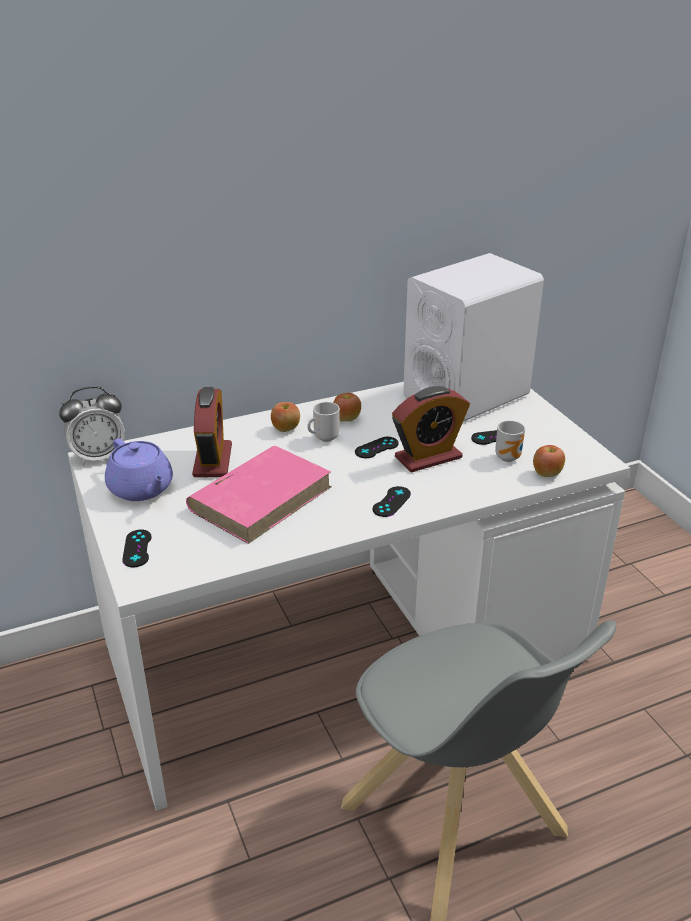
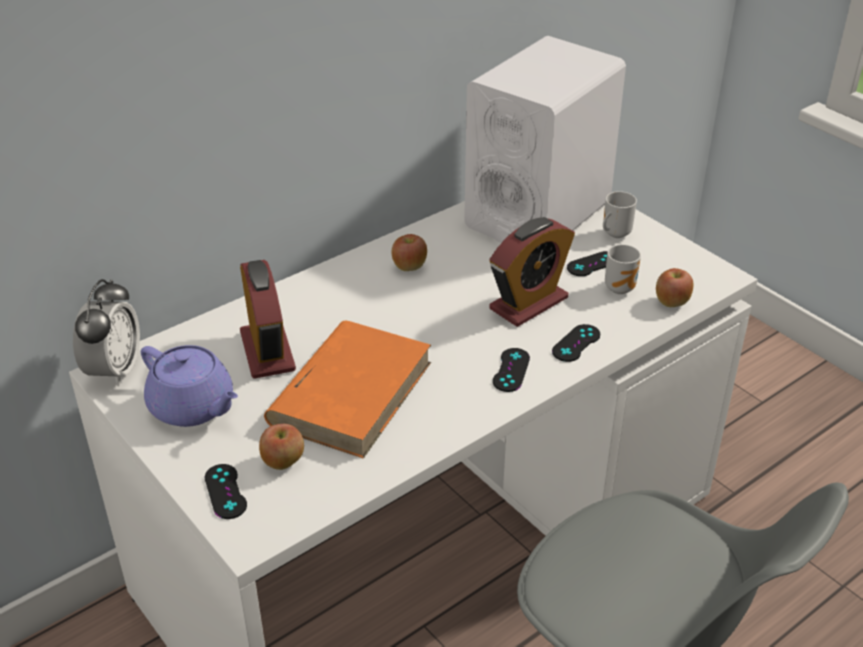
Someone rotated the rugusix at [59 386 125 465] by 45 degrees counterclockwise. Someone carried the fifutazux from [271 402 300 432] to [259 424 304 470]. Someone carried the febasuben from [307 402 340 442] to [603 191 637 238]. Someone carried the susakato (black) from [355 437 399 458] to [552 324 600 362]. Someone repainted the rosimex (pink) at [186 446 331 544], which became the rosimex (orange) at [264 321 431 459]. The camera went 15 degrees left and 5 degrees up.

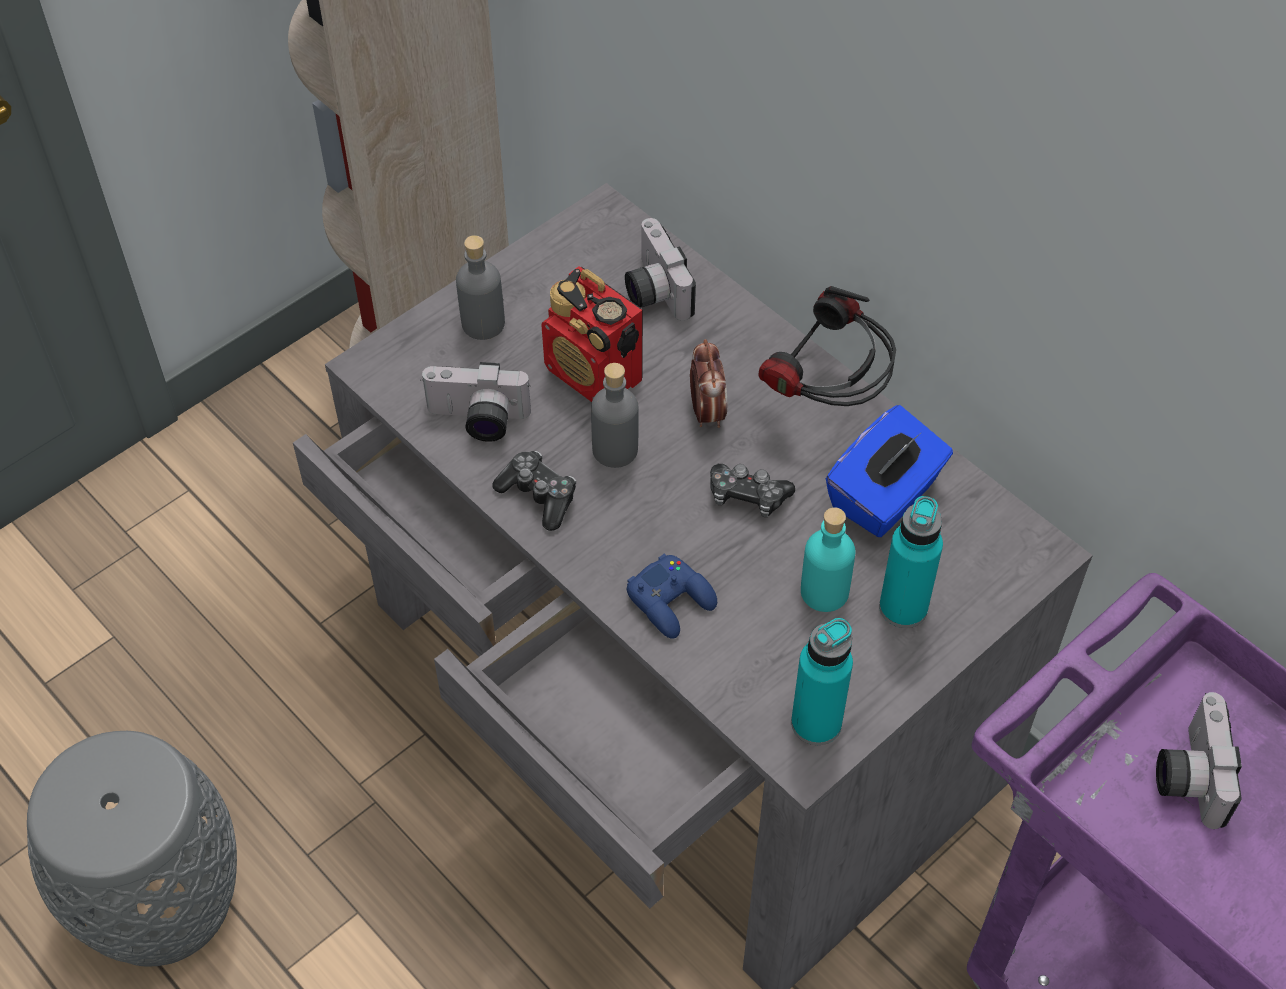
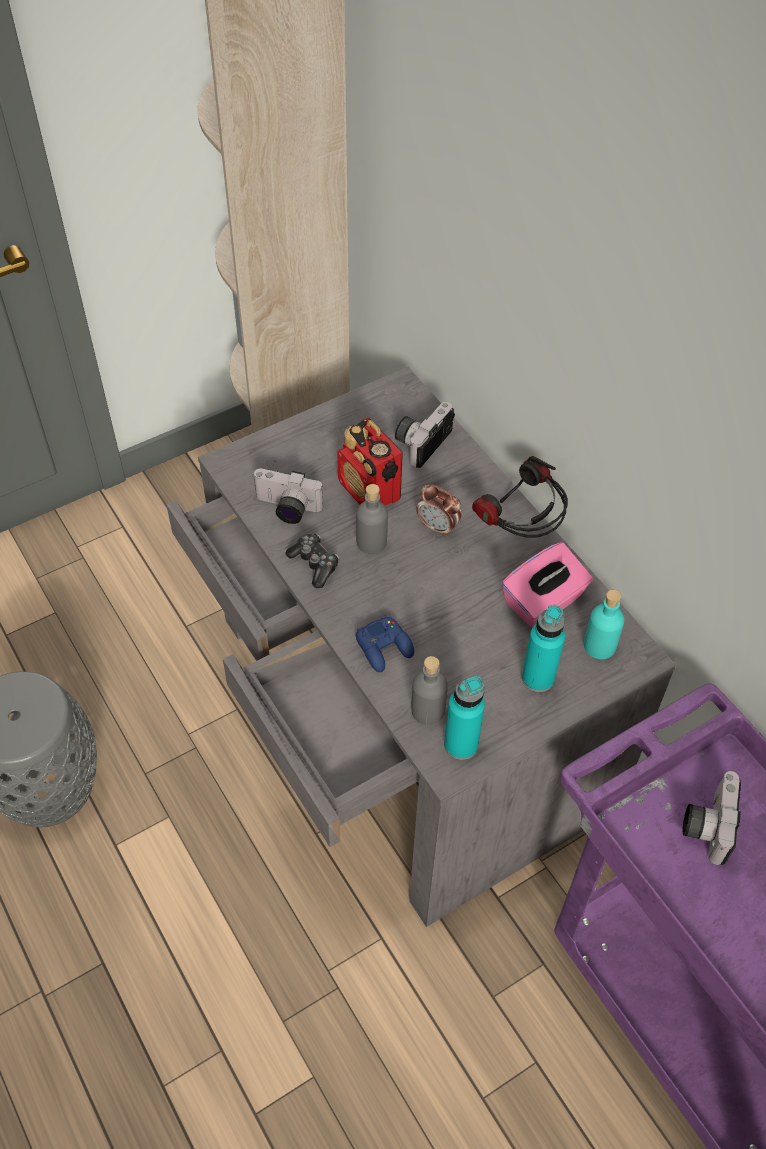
Someone rotated the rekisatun at [625 218 696 320] by 45 degrees clockwise. Someone carried the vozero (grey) from [456 235 505 340] to [411 656 448 725]. Someone rotated the rugusix at [690 339 727 428] by 120 degrees clockwise. Someone repainted the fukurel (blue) at [826 405 953 537], which became the fukurel (pink) at [501 542 593 628]. Someone took away the susakato at [710 464 795 517]. Someone carried the vozero (turquoise) from [801 507 855 612] to [584 590 624 659]. The camera went 10 degrees right and 0 degrees up.

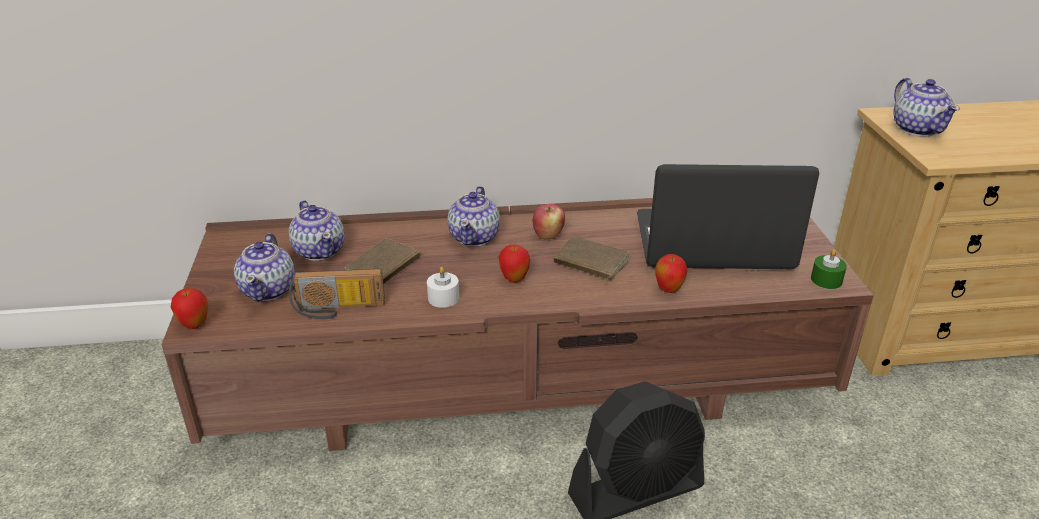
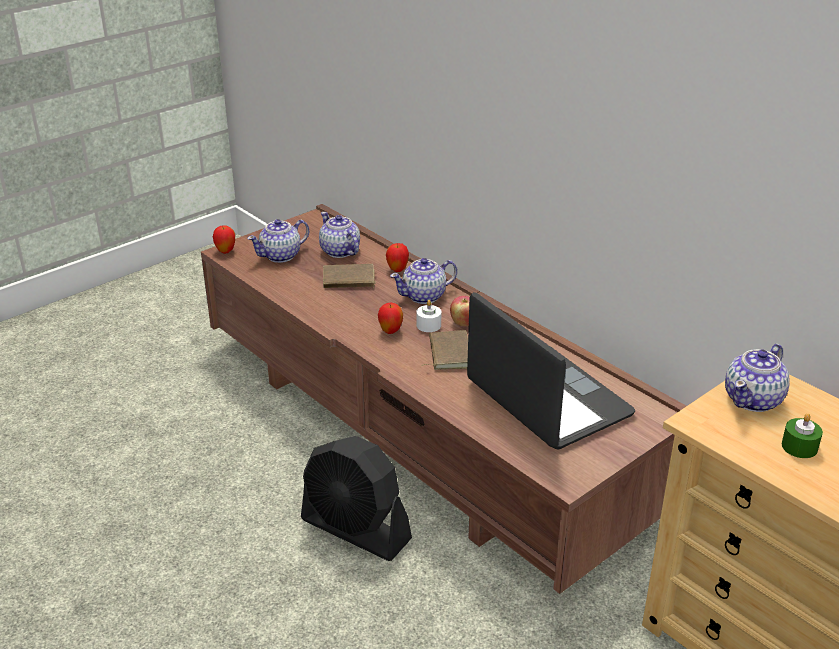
Someone rotated the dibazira at [289 200 345 261] by 120 degrees clockwise. Someone carried the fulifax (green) from [811 249 847 289] to [782 414 823 458]. Someone carried the fifutazux from [655 254 687 293] to [386 243 409 272]. Someone carried the fulifax (white) from [427 267 459 308] to [416 300 441 332]. Someone took away the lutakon at [289 269 385 319]. The camera went 55 degrees right and 0 degrees up.

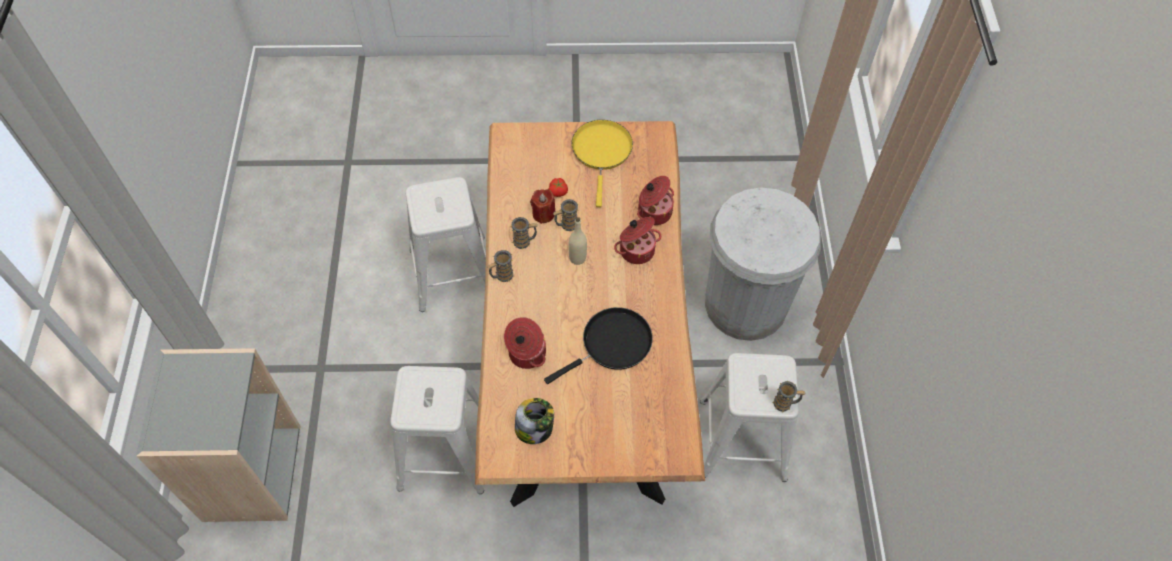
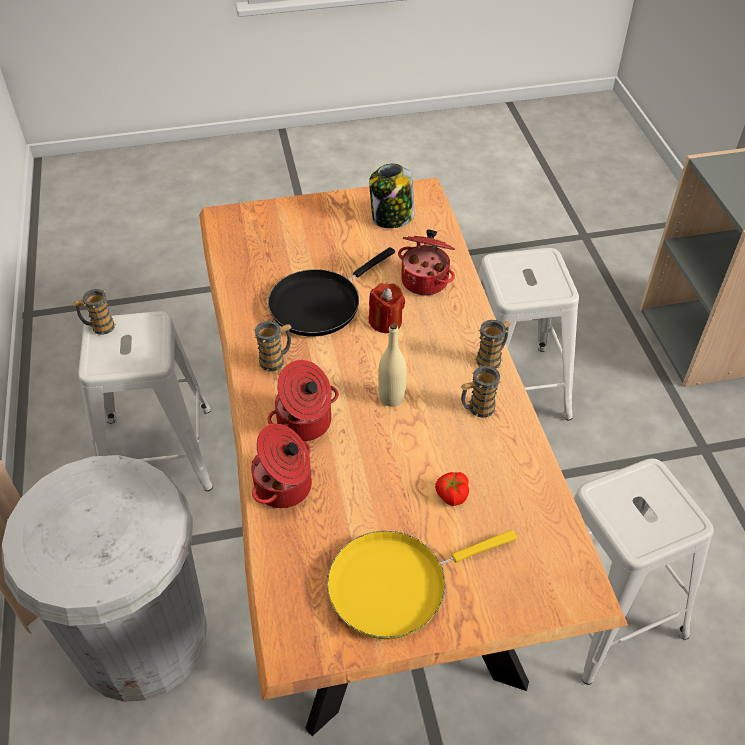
Someone rotated the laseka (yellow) at [571 120 633 207] by 75 degrees clockwise. Someone carried the fulifax (red) from [530 189 555 224] to [369 283 405 333]. Someone carried the febasuben from [553 199 579 231] to [253 321 292 371]. The camera went 170 degrees right and 10 degrees down.

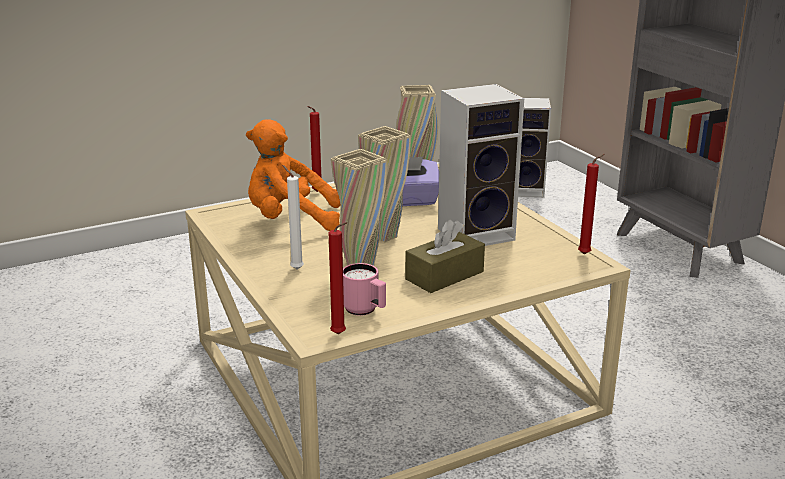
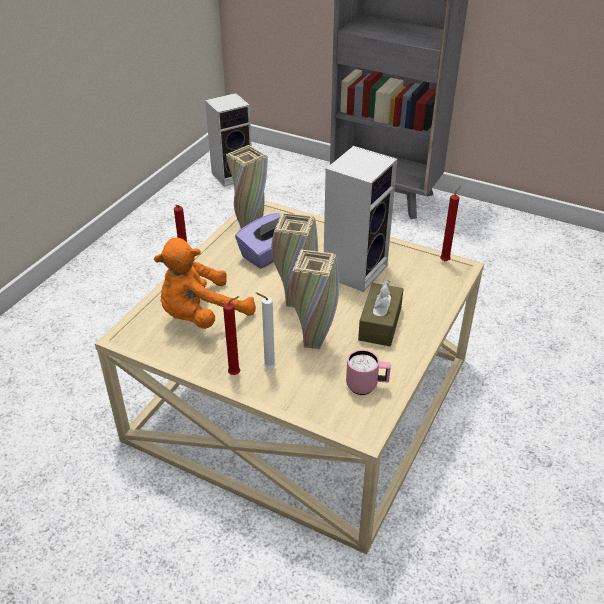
Someone carried the fulifax (red) from [329 222 347 334] to [223 296 240 375]. The camera went 35 degrees left and 15 degrees up.

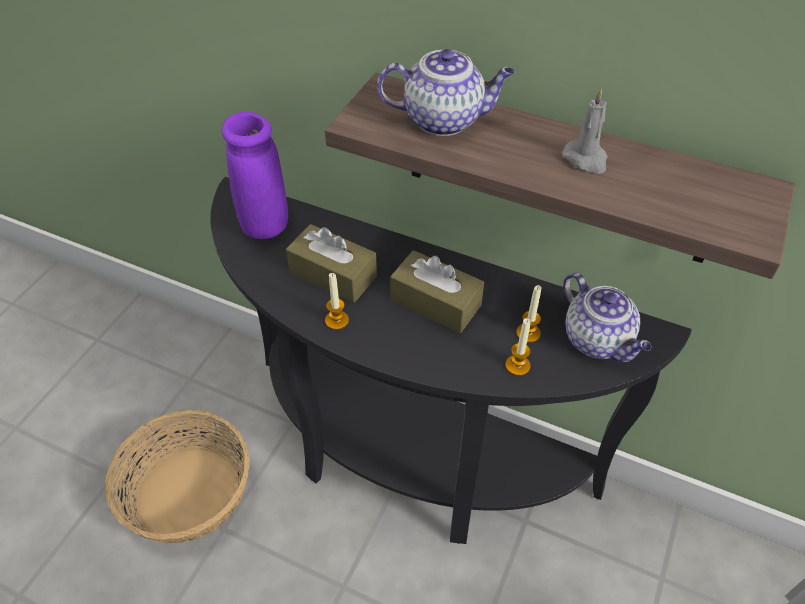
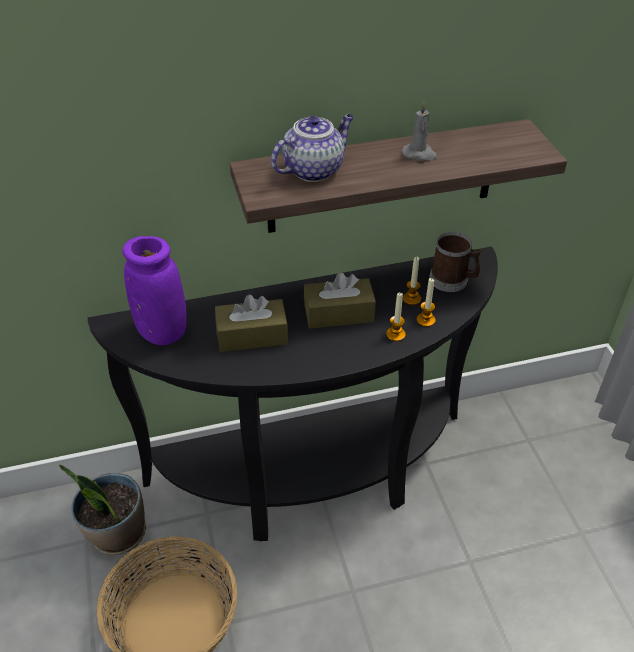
Someone carried the fulifax from [325 273 349 330] to [386 293 406 341]. Someone swapped the dibazira at [563 273 652 362] for the febasuben at [429 232 482 292]. Someone put down the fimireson at [59 464 146 555]. The camera went 40 degrees left and 5 degrees down.

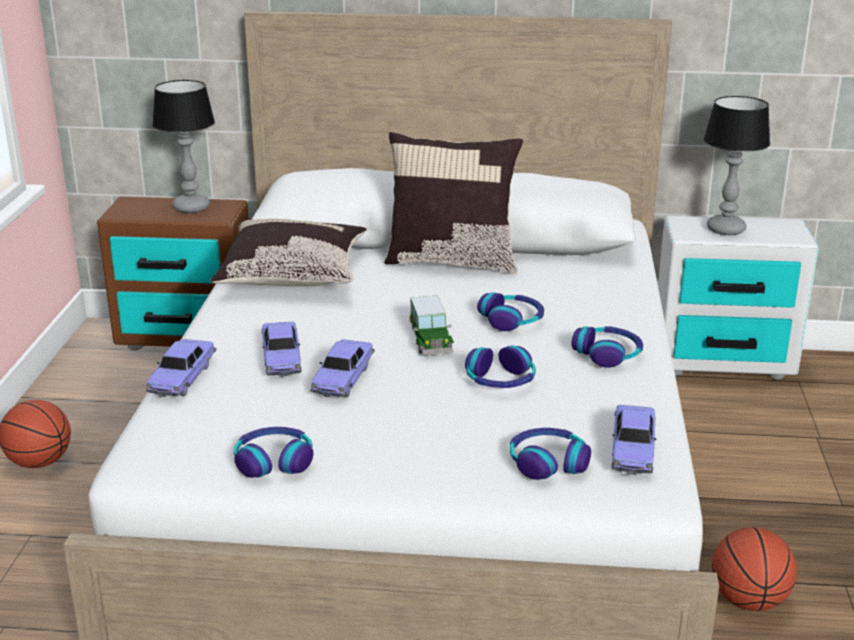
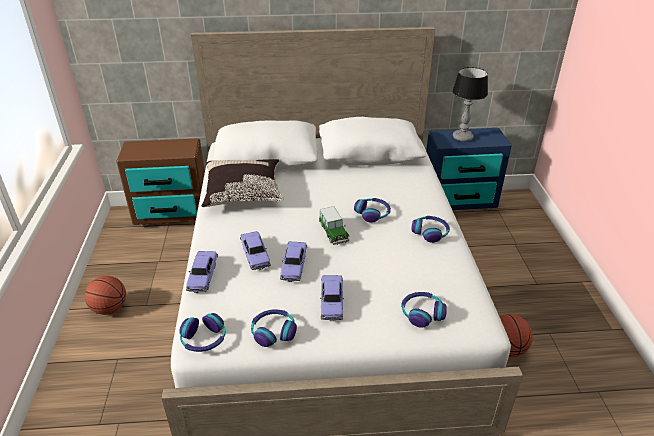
Someone took away the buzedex at [152 80 215 213]. Someone took away the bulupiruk at [384 132 523 274]. Someone repainted the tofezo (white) at [658 216 819 380], which became the tofezo (blue) at [426 128 512 210]. Someone carried the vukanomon from [465 345 536 388] to [179 313 226 352]. Someone carried the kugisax from [612 405 656 475] to [320 275 344 321]. The camera went 10 degrees left and 10 degrees up.

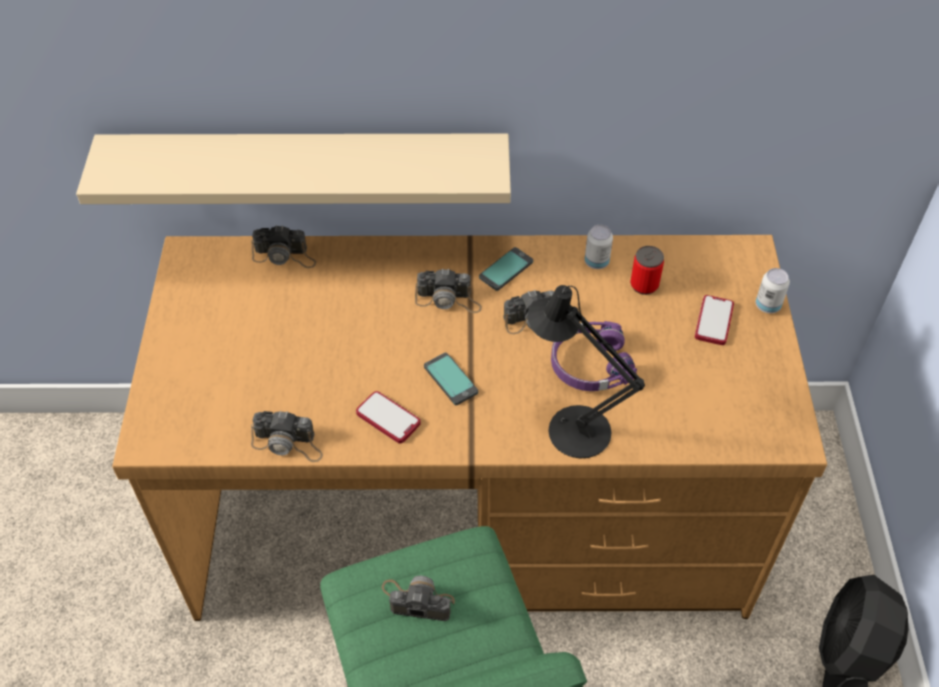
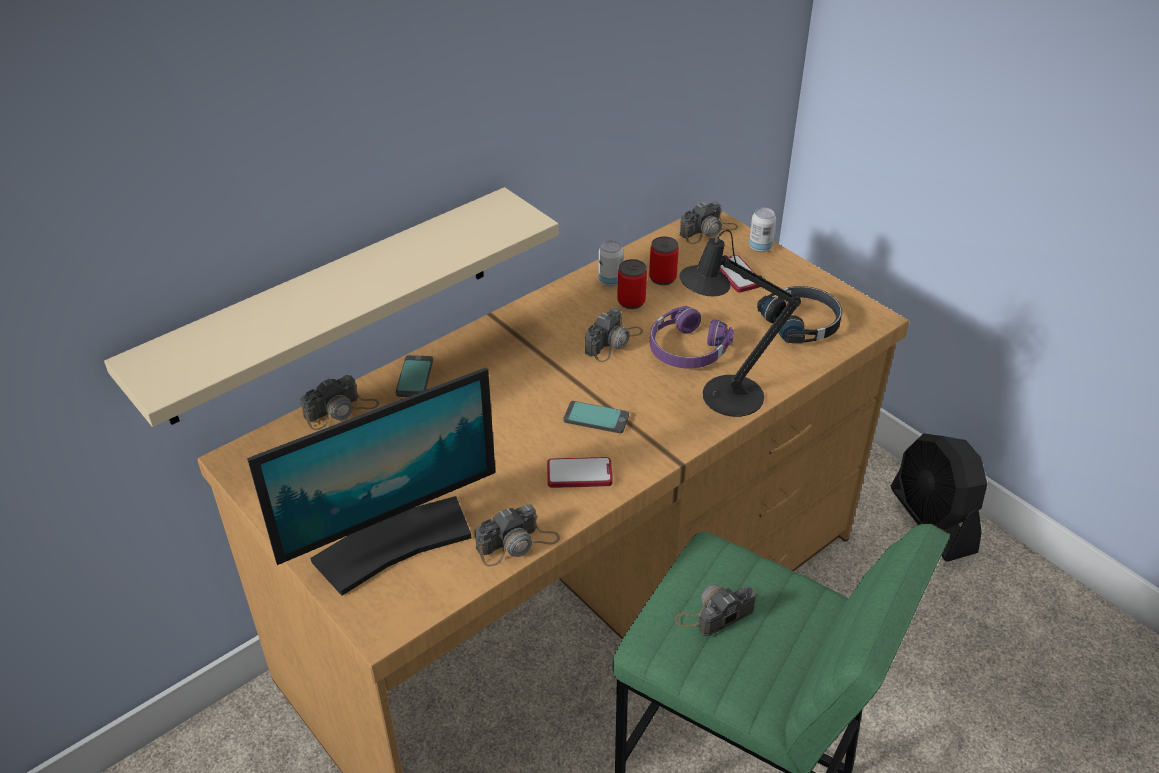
Someone carried the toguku from [479 247 533 291] to [396 355 433 397]. Someone carried the rekisatun from [415 268 482 313] to [679 201 738 244]. Someone put down the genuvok at [617 259 647 309]. Someone put down the vukanomon (black) at [757 286 842 343]. Someone put down the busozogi at [247 368 496 596]. The camera went 40 degrees left and 10 degrees down.

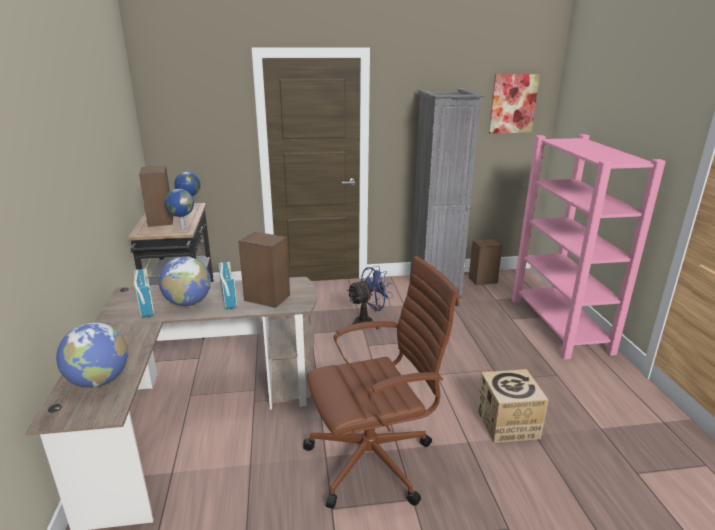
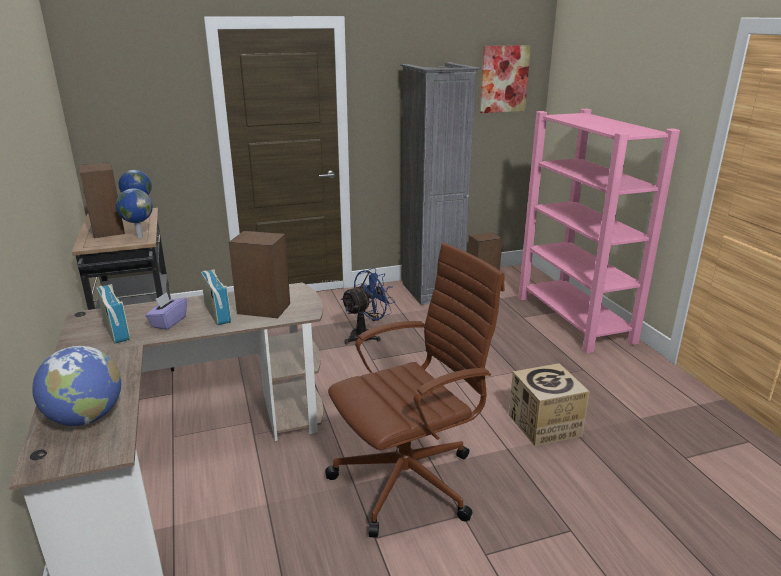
Someone swapped the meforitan at [159 257 211 306] for the fukurel (purple) at [145 292 187 330]. The camera went 10 degrees left and 0 degrees up.

